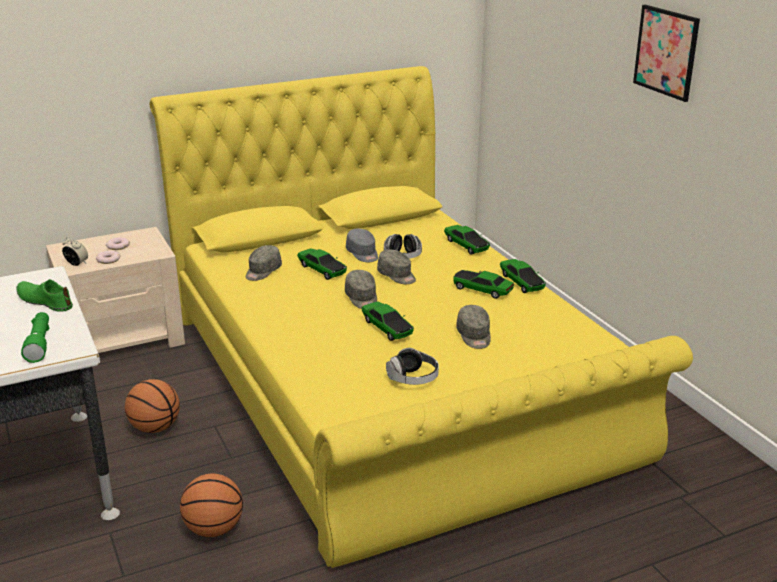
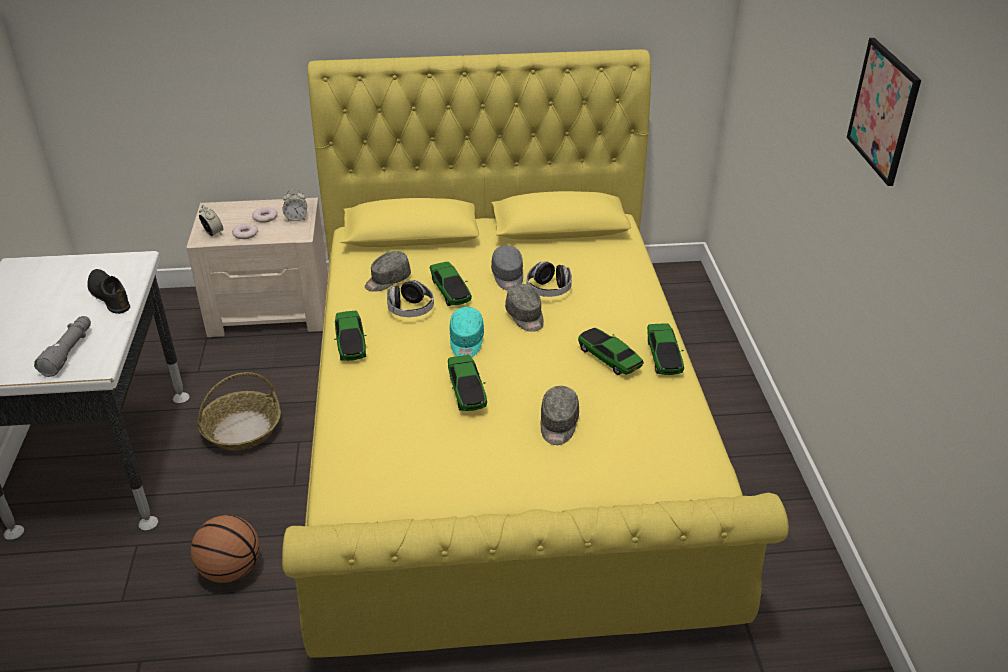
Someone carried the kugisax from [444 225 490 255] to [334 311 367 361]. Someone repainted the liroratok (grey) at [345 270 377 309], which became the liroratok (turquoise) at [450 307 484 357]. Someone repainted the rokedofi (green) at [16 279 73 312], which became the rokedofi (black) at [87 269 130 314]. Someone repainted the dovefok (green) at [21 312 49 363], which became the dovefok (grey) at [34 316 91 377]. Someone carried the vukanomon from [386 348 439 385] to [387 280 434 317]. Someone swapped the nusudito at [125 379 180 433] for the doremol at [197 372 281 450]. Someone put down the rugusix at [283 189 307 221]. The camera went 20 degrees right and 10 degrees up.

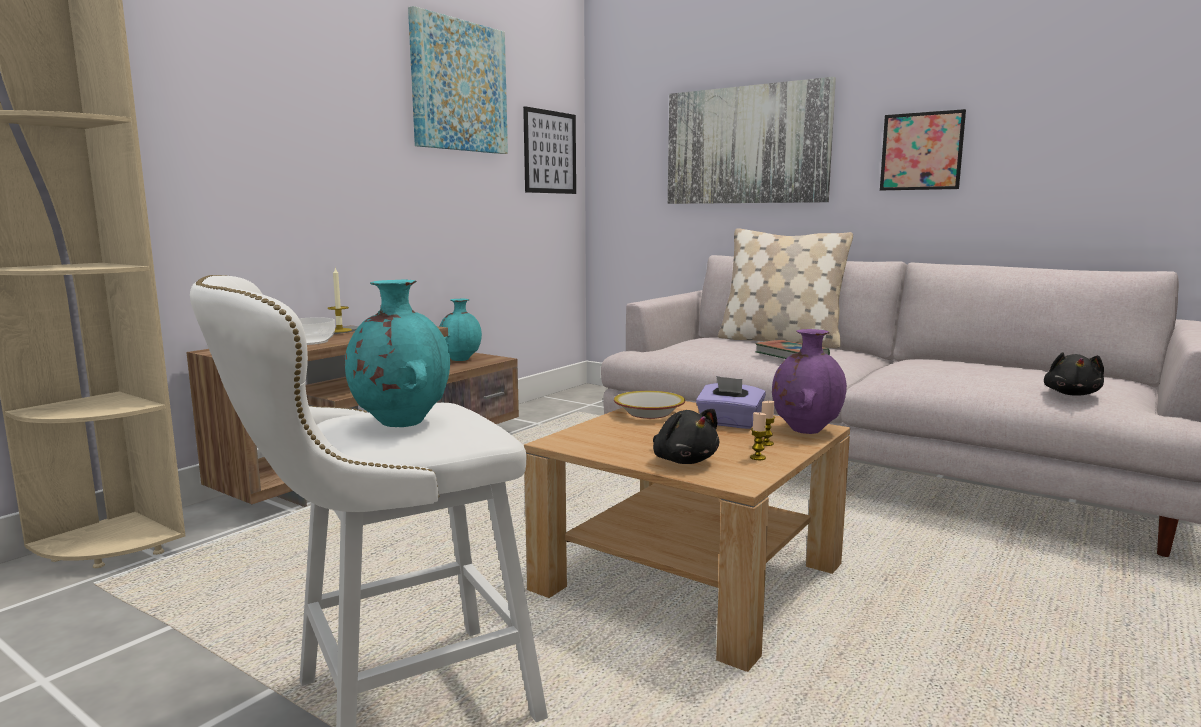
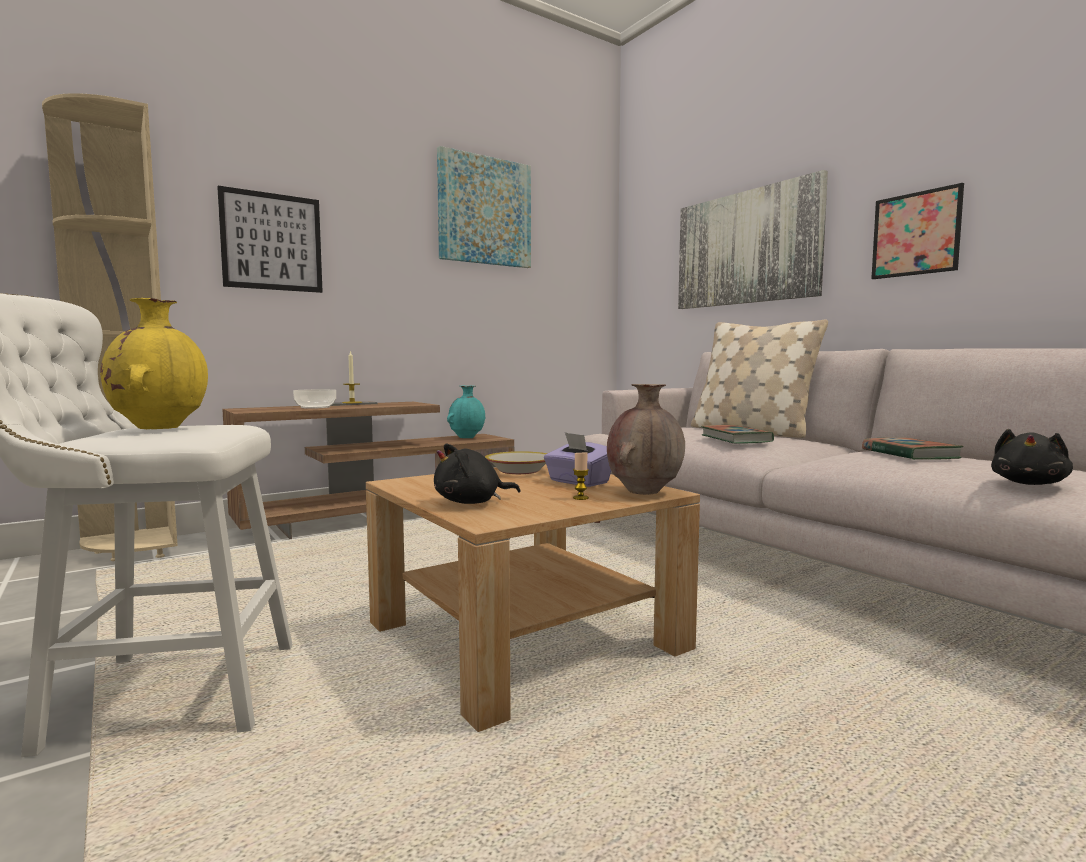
Someone carried the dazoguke from [523 106 576 194] to [217 186 323 293]. Someone repainted the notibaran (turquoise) at [345 279 450 427], which became the notibaran (yellow) at [100 298 208 429]. Someone repainted the notibaran (purple) at [772 329 847 434], which became the notibaran (brown) at [607 384 685 495]. Someone rotated the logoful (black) at [653 409 719 464] by 75 degrees clockwise. Someone took away the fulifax at [750 412 767 460]. Someone put down the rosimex at [862 437 964 460]. The camera went 20 degrees right and 5 degrees down.

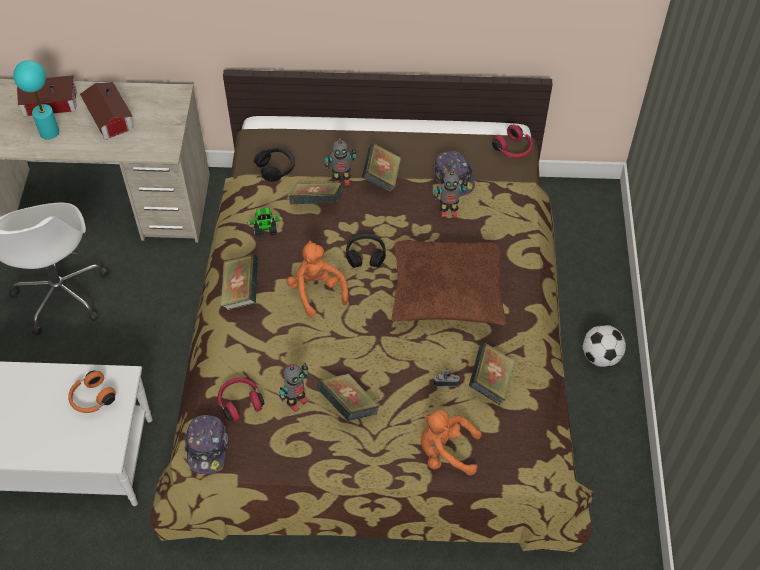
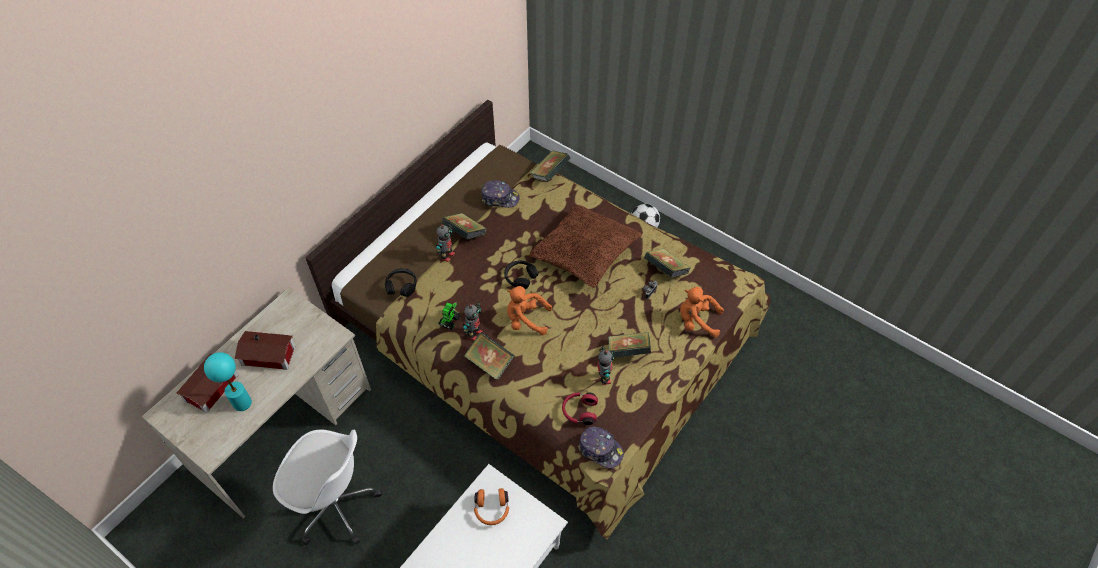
Someone took away the vukanomon (red) at [492 125 533 158]. Someone carried the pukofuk from [433 170 468 217] to [463 302 483 341]. Someone carried the rosimex from [289 182 344 205] to [531 150 571 182]. Someone rotated the logoful (orange) at [421 410 482 476] by 60 degrees clockwise. The camera went 55 degrees left and 0 degrees up.

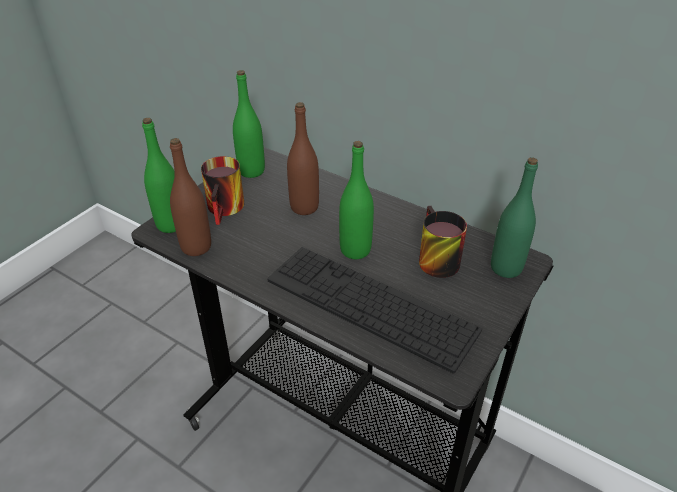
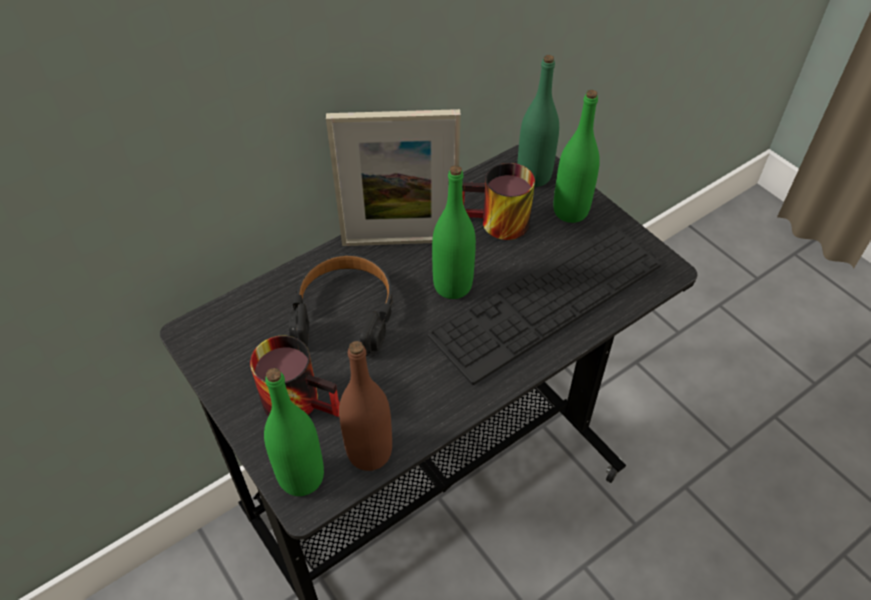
Someone carried the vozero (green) from [233 70 265 178] to [553 90 600 223]. Someone swapped the vozero (brown) at [287 102 319 215] for the vukanomon (black) at [289 254 393 356]. Someone put down the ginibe at [326 109 461 246]. The camera went 70 degrees left and 10 degrees up.

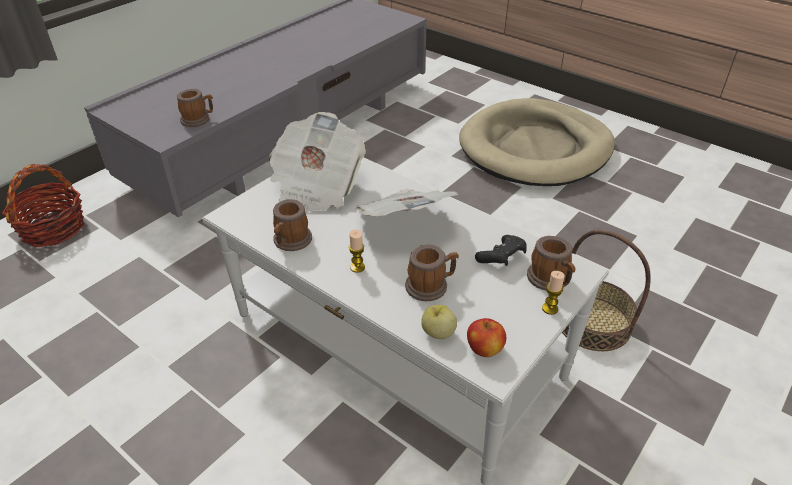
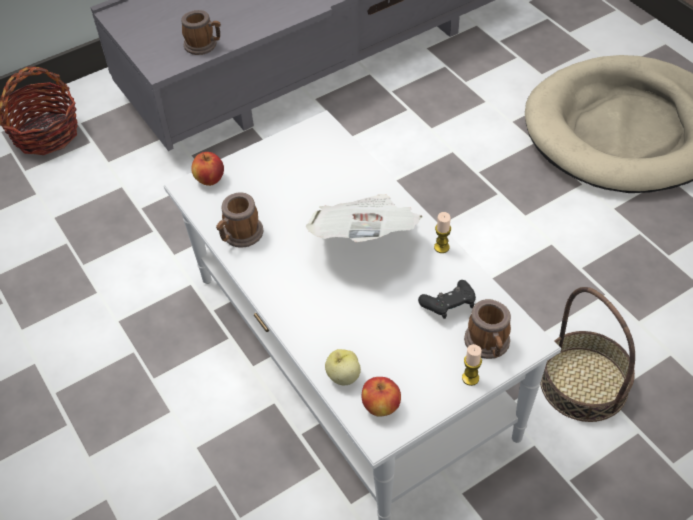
Someone took away the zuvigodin at [269 112 365 213]. Someone carried the fulifax from [349 230 365 273] to [434 212 451 253]. Someone took away the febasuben at [405 244 459 301]. Someone put down the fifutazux at [191 152 224 186]. The camera went 20 degrees right and 10 degrees up.

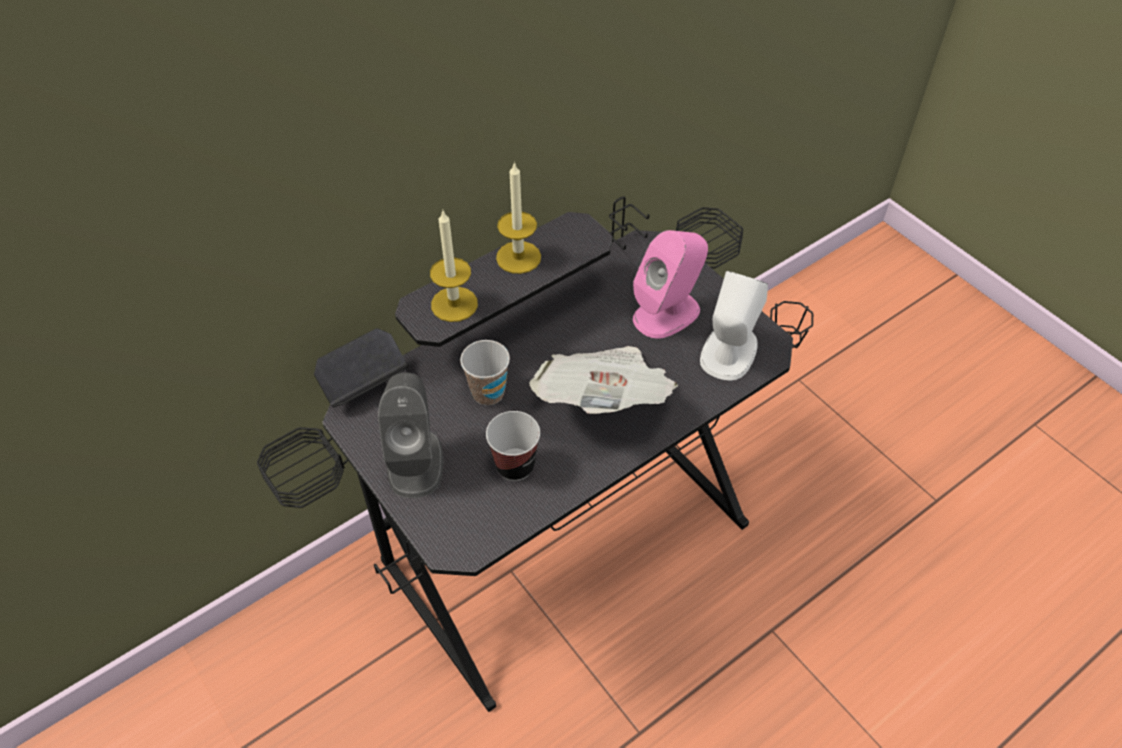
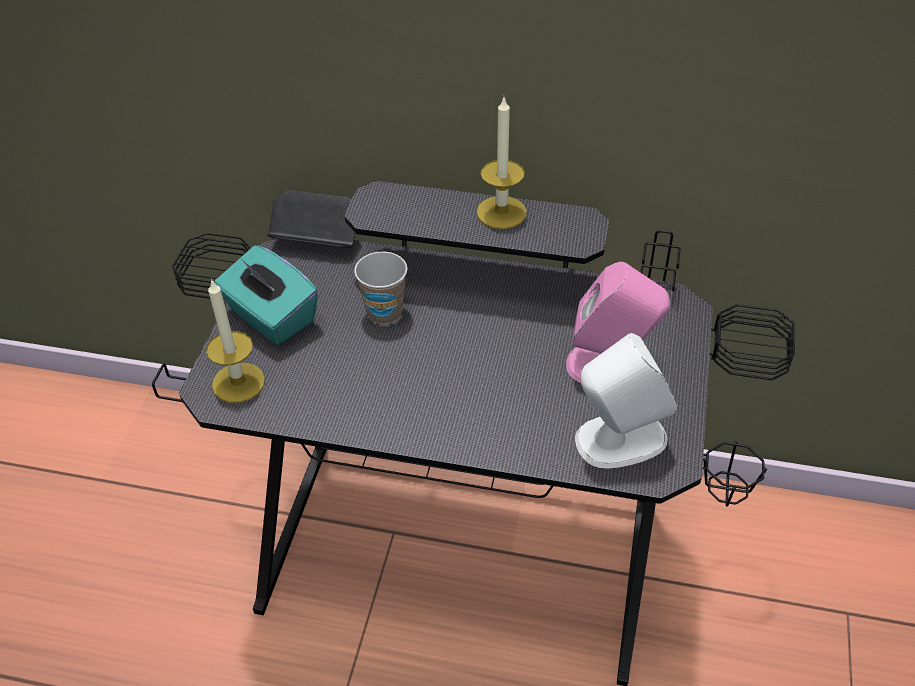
Someone carried the fulifax from [430 211 478 322] to [206 279 265 403]. Someone took away the zuvigodin at [529 346 678 414]. Someone swapped the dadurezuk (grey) at [378 373 443 498] for the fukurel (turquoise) at [215 245 318 345]. Someone took away the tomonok at [486 411 540 481]. The camera went 50 degrees right and 5 degrees down.

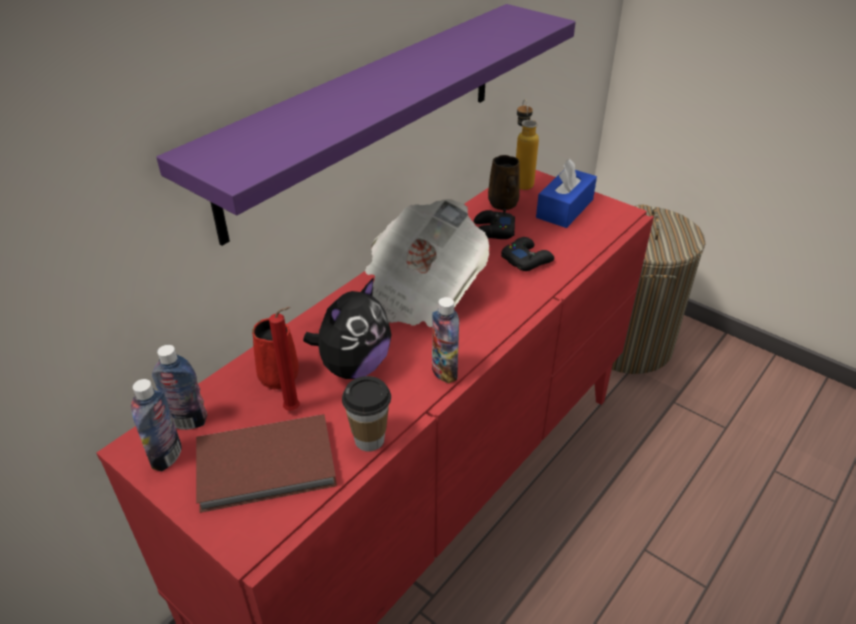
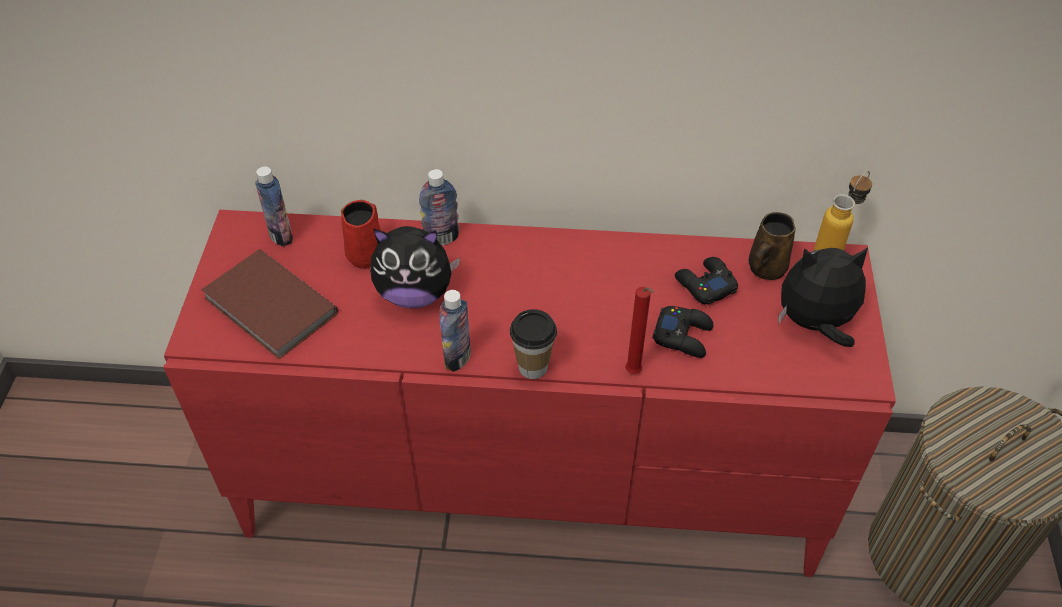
Someone took away the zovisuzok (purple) at [156 4 576 246]. Someone swapped the fukurel (blue) at [536 159 597 228] for the logoful at [779 247 868 347]. Someone took away the zuvigodin at [365 199 489 327]. Someone carried the fulifax (red) from [269 307 300 411] to [625 287 654 374]. Someone carried the tomonok from [342 376 391 452] to [510 309 557 379]. Someone carried the vozero from [131 379 182 471] to [419 169 460 245]. The camera went 55 degrees right and 10 degrees up.

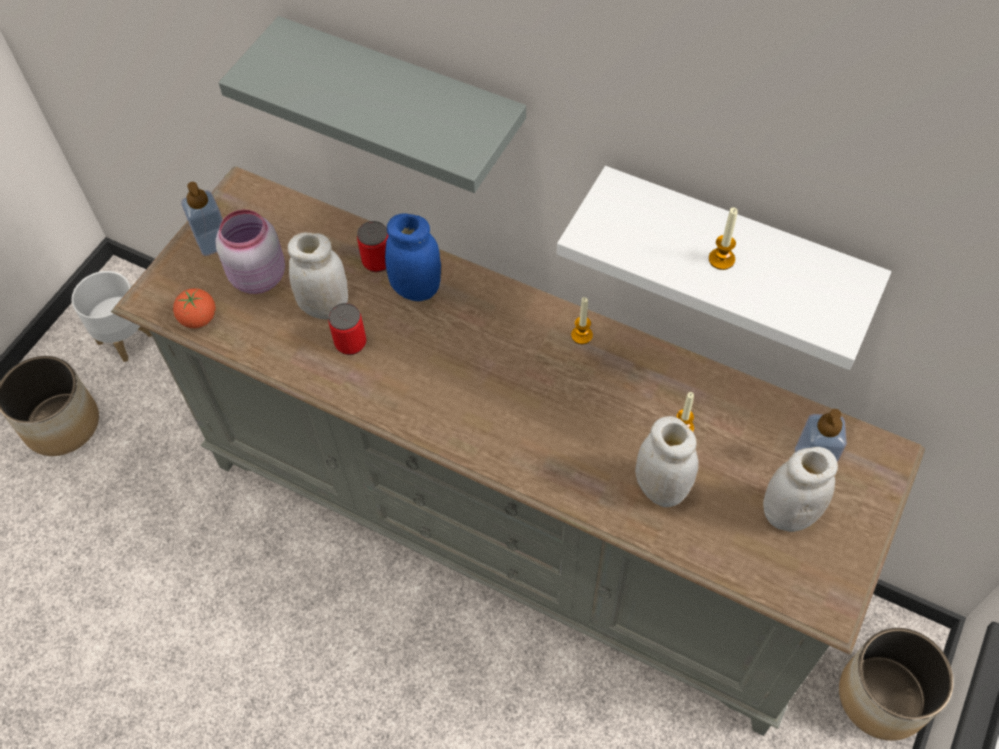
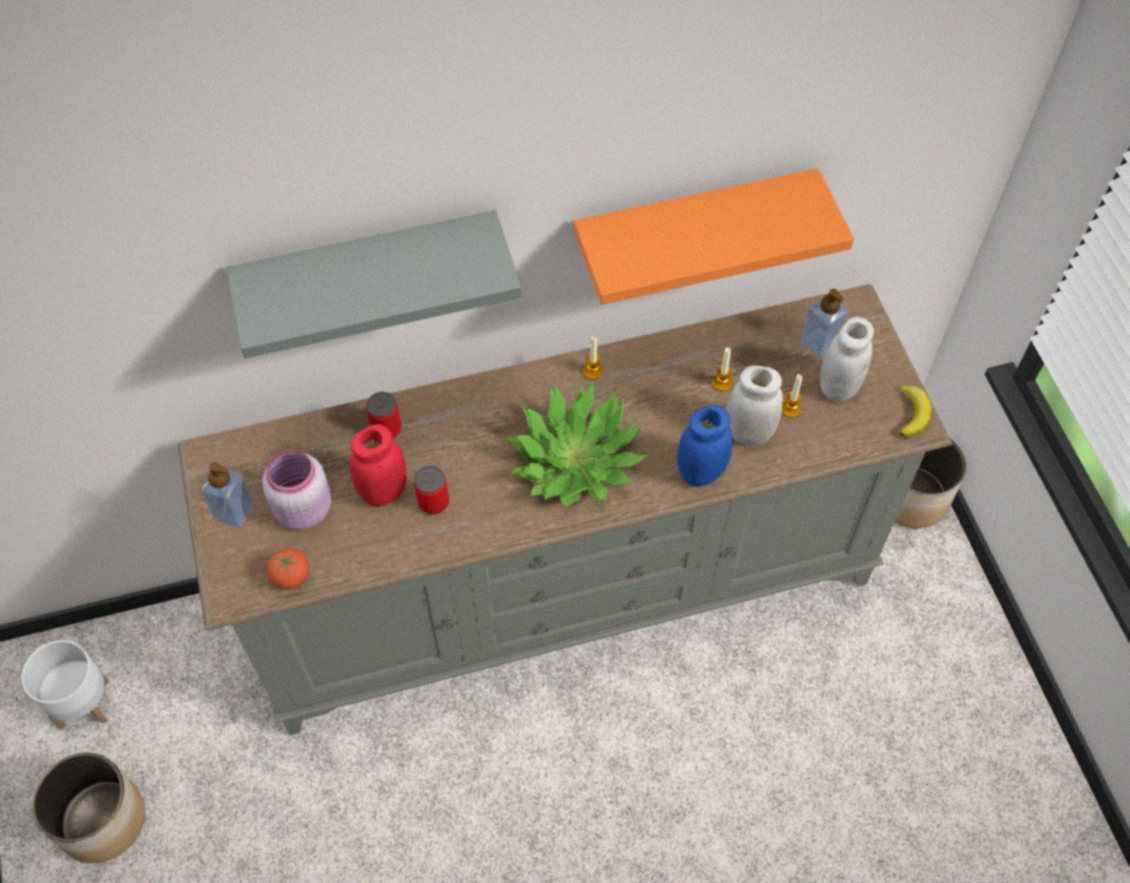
Someone repainted the zovisuzok (white) at [557 166 891 370], which became the zovisuzok (orange) at [574 168 854 305]. Someone carried the fulifax from [709 207 738 270] to [782 374 802 418]. Someone carried the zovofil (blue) from [385 213 441 301] to [677 405 733 486]. Someone repainted the zovofil (white) at [288 232 348 319], which became the zovofil (red) at [350 424 407 506]. Someone put down the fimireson at [505 383 648 507]. Someone put down the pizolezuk at [899 386 931 438]. The camera went 45 degrees left and 0 degrees up.

